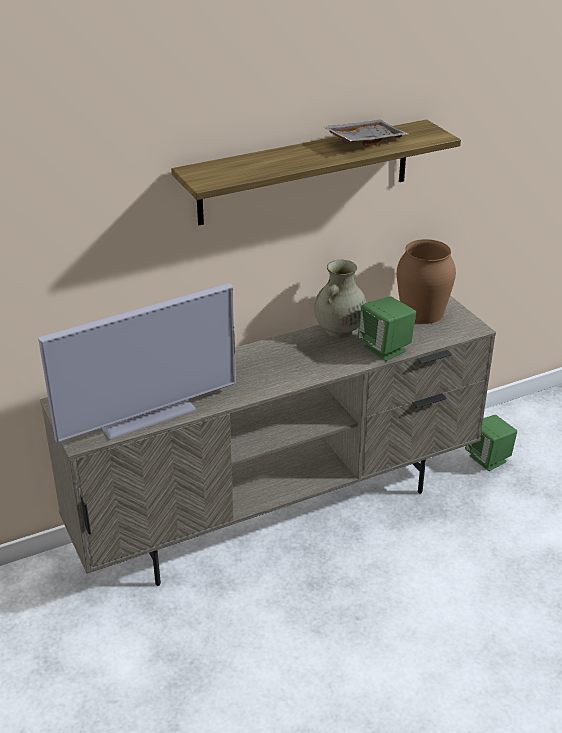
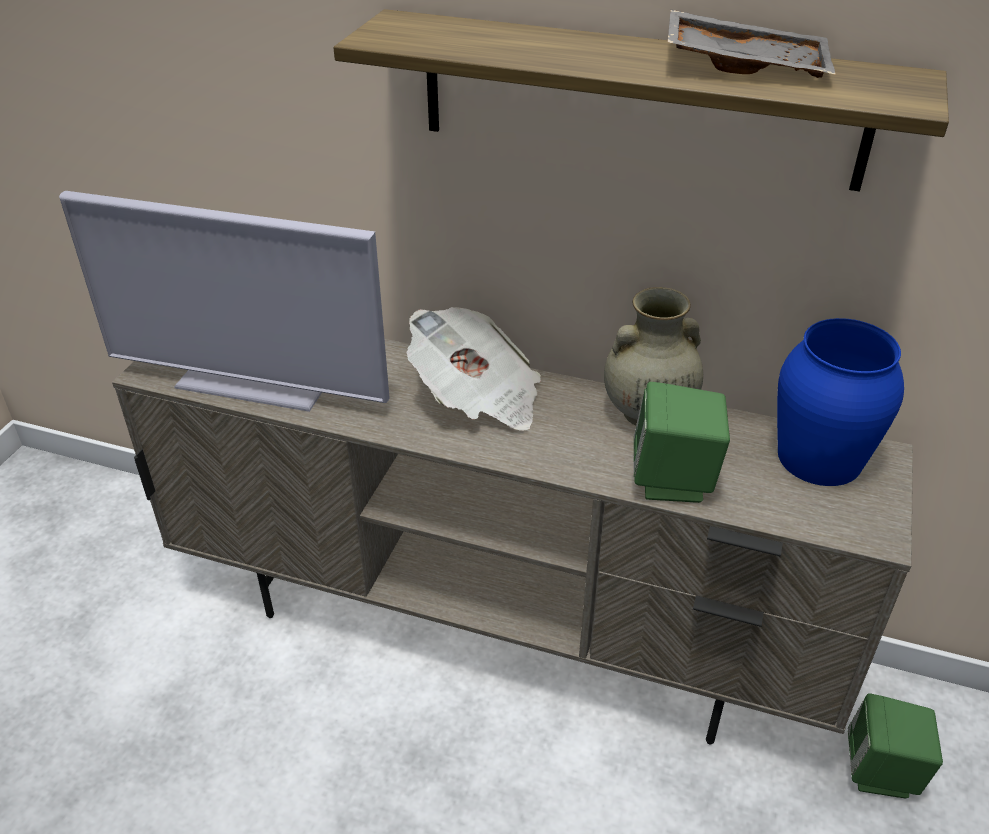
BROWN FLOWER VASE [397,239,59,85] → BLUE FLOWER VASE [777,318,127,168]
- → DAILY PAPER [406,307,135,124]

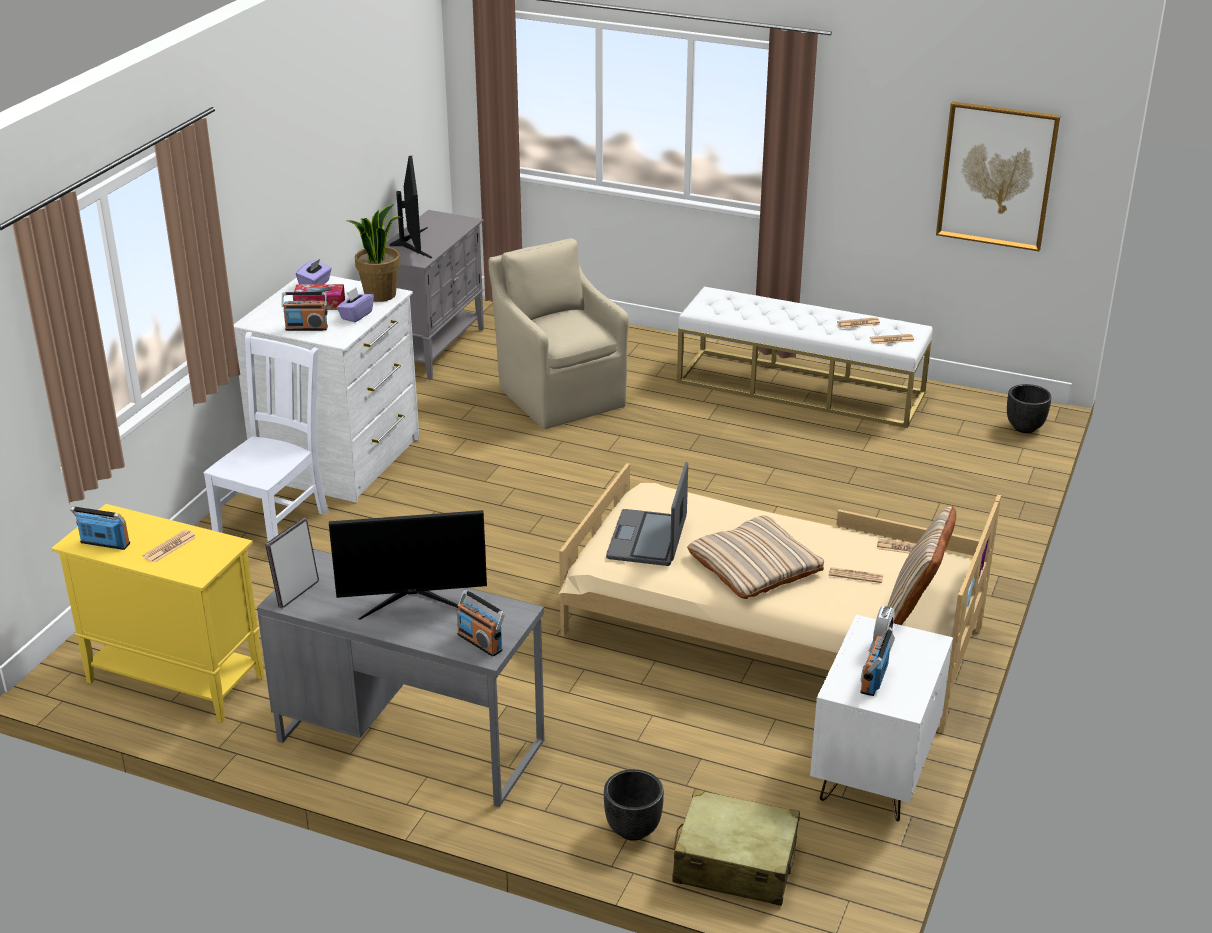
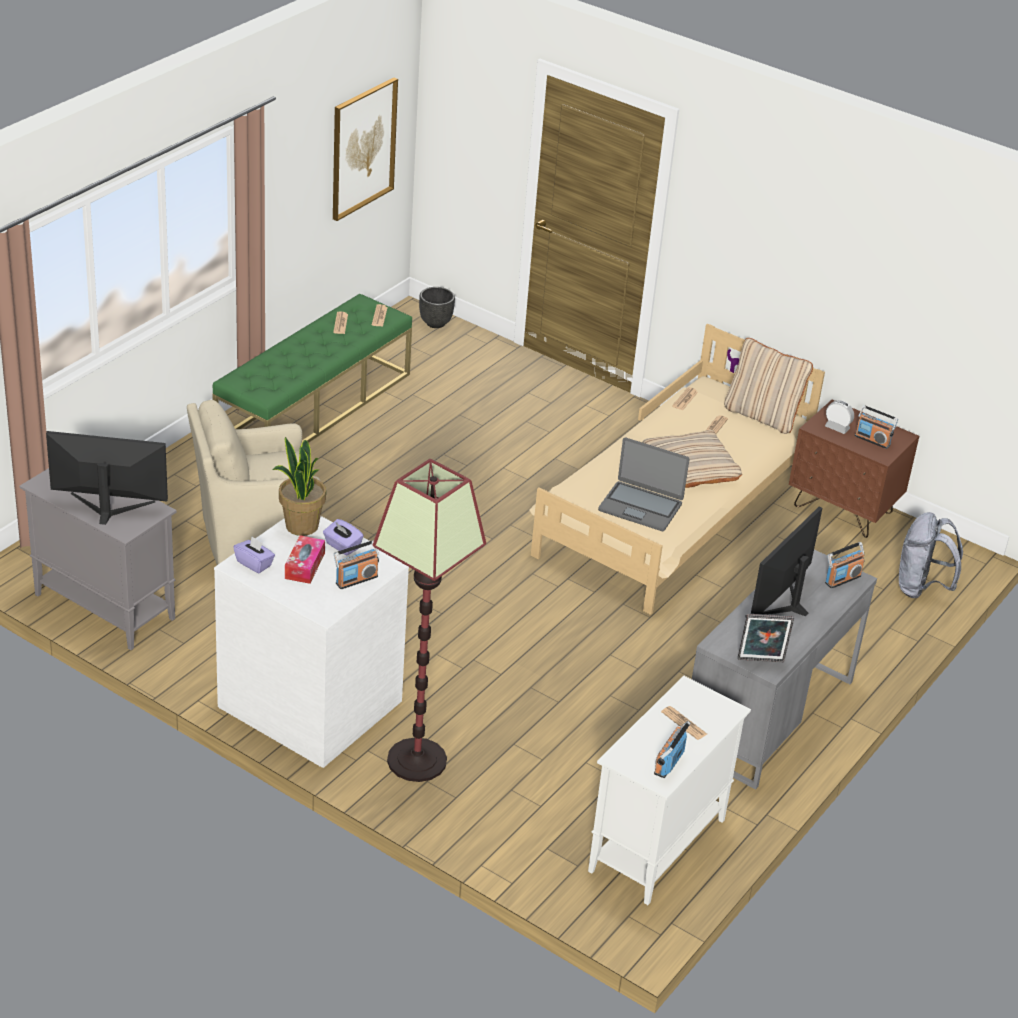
YELLOW CABINET [51,504,213,219] → WHITE-COLOURED CABINET [588,676,163,229]
WHITE-COLOURED PLAIN CHAIR [203,332,125,210] → STANDARD LAMP [373,459,113,323]
STANDING FRAME [265,518,54,90] → STANDING FRAME [738,614,56,48], 45 degrees counterclockwise
RADIO RECEIVER [281,292,47,39] → RADIO RECEIVER [334,540,45,49], 45 degrees clockwise
COMPUTER SCREEN [329,510,158,110] → COMPUTER SCREEN [745,507,77,111], 150 degrees counterclockwise
BLACK-COLOURED FLOWER POT [604,769,60,72] → -
BEIGE TRAVEL CASE [672,789,128,117] → GREY RUCKSACK [899,512,64,86]
WHITE-COLOURED BENCH [677,287,256,141] → GREEN-COLOURED BENCH [212,294,200,149]
WHITE-COLOURED NIGHT TABLE [810,615,143,207] → BROWN NIGHT TABLE [789,400,130,138]

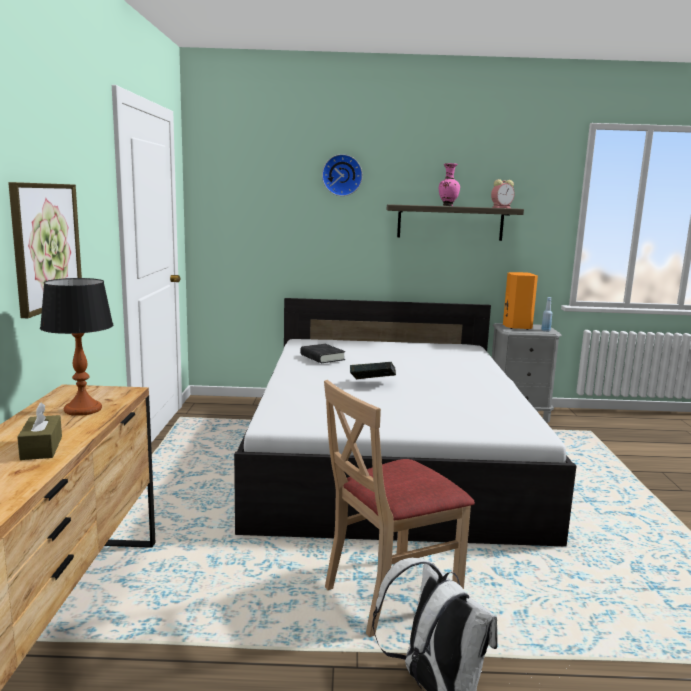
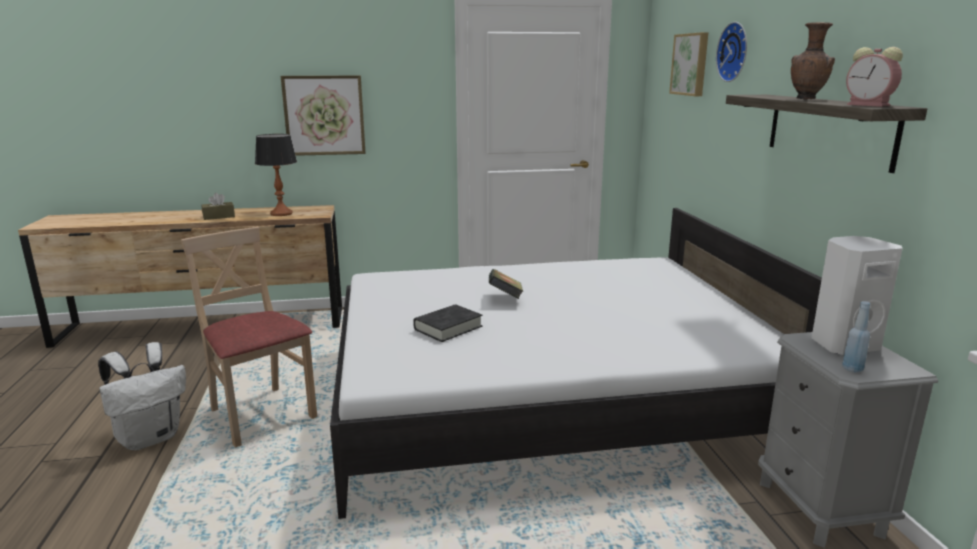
BLACK-COLOURED BOUND BOOK [300,344,45,19] → BLACK-COLOURED BOUND BOOK [413,304,69,38], moved
PINKISH FLOWER VASE [439,163,21,43] → BROWN FLOWER VASE [791,22,44,78]
ORANGE-COLOURED AUDIO SPEAKER [503,272,35,58] → WHITE-COLOURED AUDIO SPEAKER [812,236,91,119]
- → WALL ART [669,32,39,64]

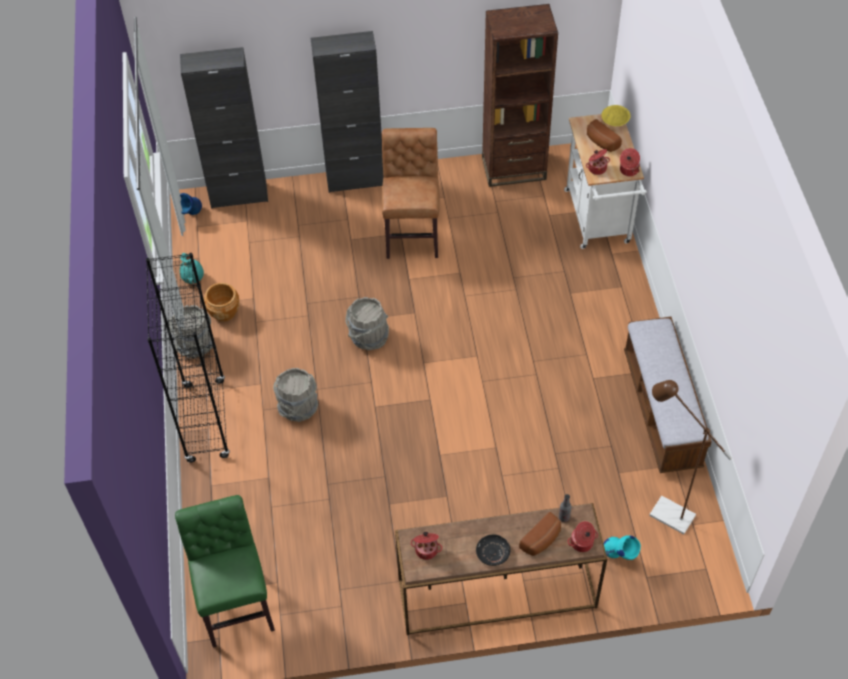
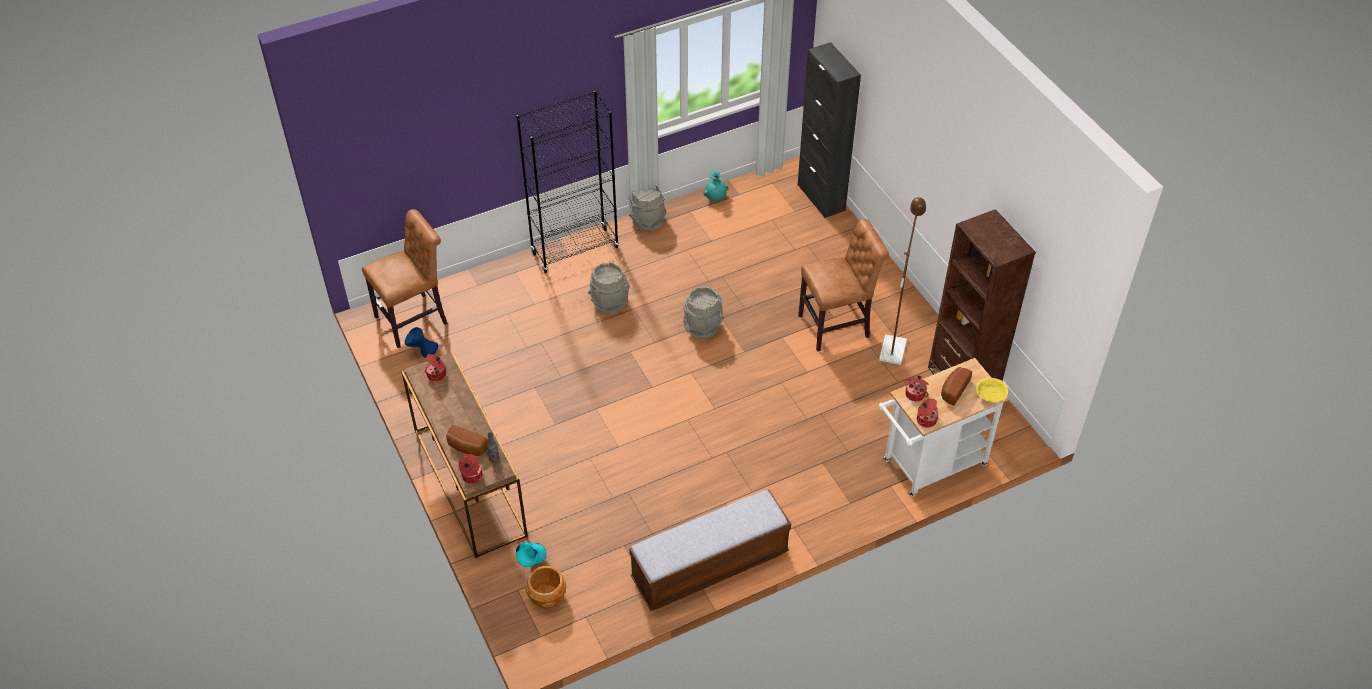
GREEN-COLOURED PLAIN CHAIR [175,495,100,153] → BROWN PLAIN CHAIR [362,209,86,139]
BLUE FLOWER VASE [180,193,22,22] → BLUE FLOWER VASE [405,327,33,31], moved
BROWN FLOWER POT [204,283,35,39] → BROWN FLOWER POT [526,566,40,43], moved
BLACK-COLOURED CABINET [311,31,73,162] → -
BLACK-COLOURED DINNER PLATE [476,535,34,31] → -
BROWN STANDARD LAMP [649,380,83,154] → BROWN STANDARD LAMP [879,197,47,168], moved

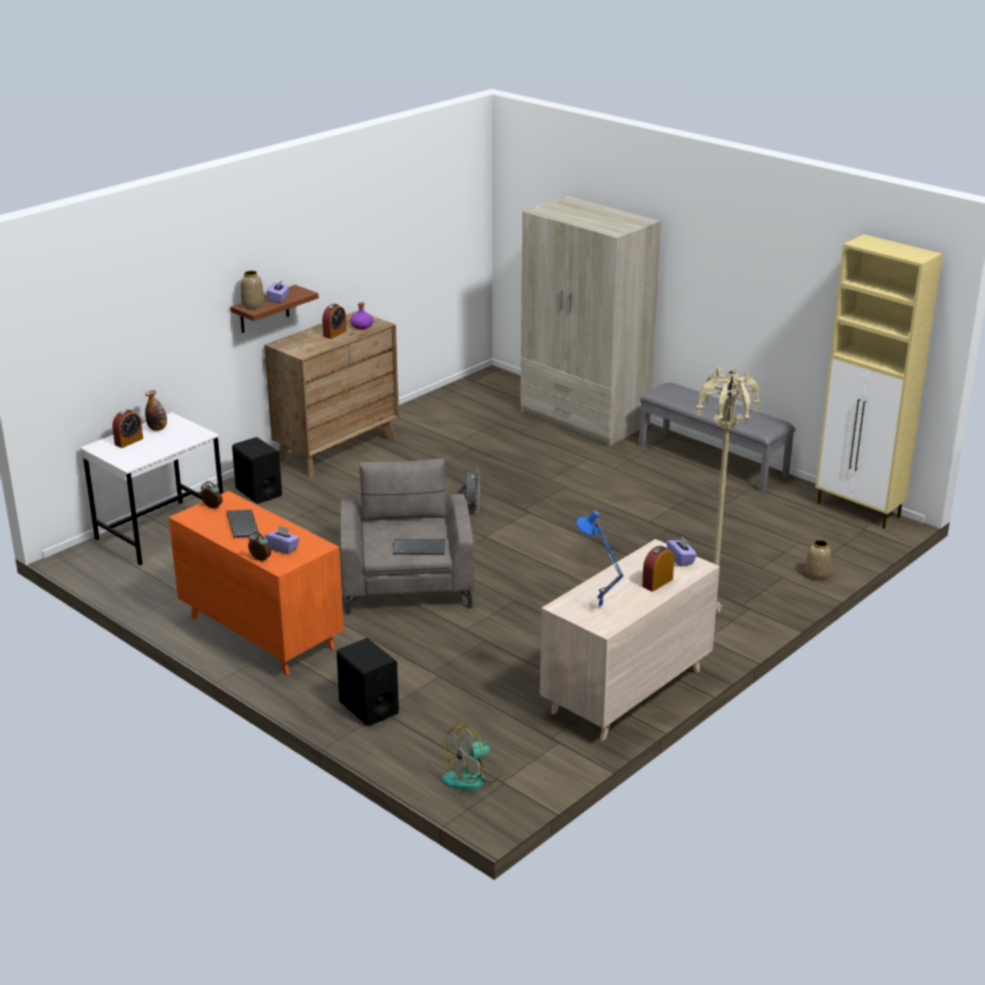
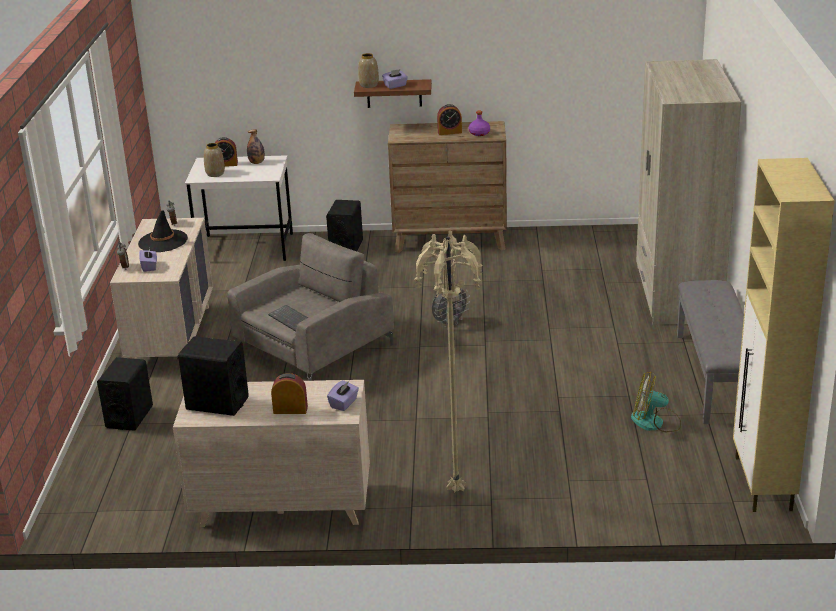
ORANGE-COLOURED DRAWER CHEST [169,491,175,184] → BEIGE DRAWER CHEST [110,218,103,141]
COMPUTER KEYBOARD [226,510,34,28] → BLACK-COLOURED WEARABLE HAT [138,210,50,42]
FAN [442,724,60,66] → FAN [631,372,50,60], moved
BLUE TABLETOP LAMP [576,510,48,97] → BLACK-COLOURED AUDIO SPEAKER [177,336,72,80]
FLOWER VASE [805,540,26,40] → FLOWER VASE [204,143,21,34], moved

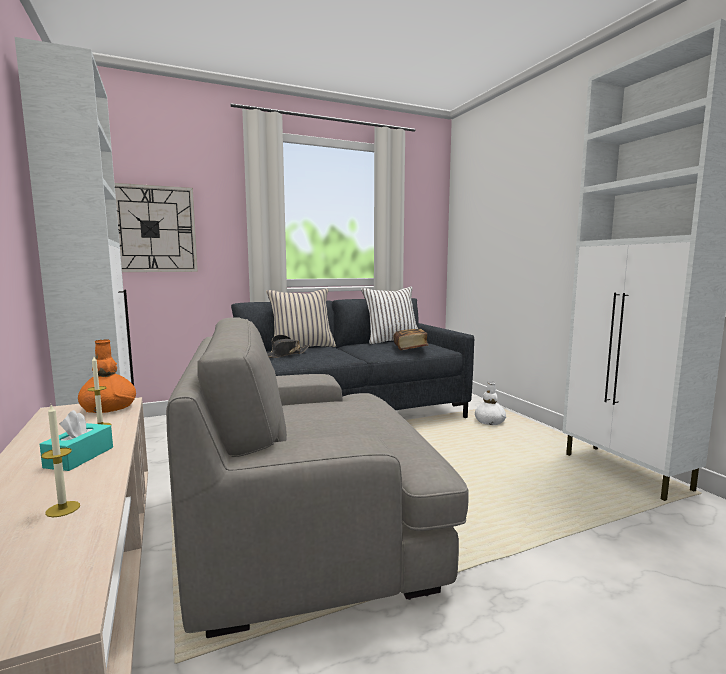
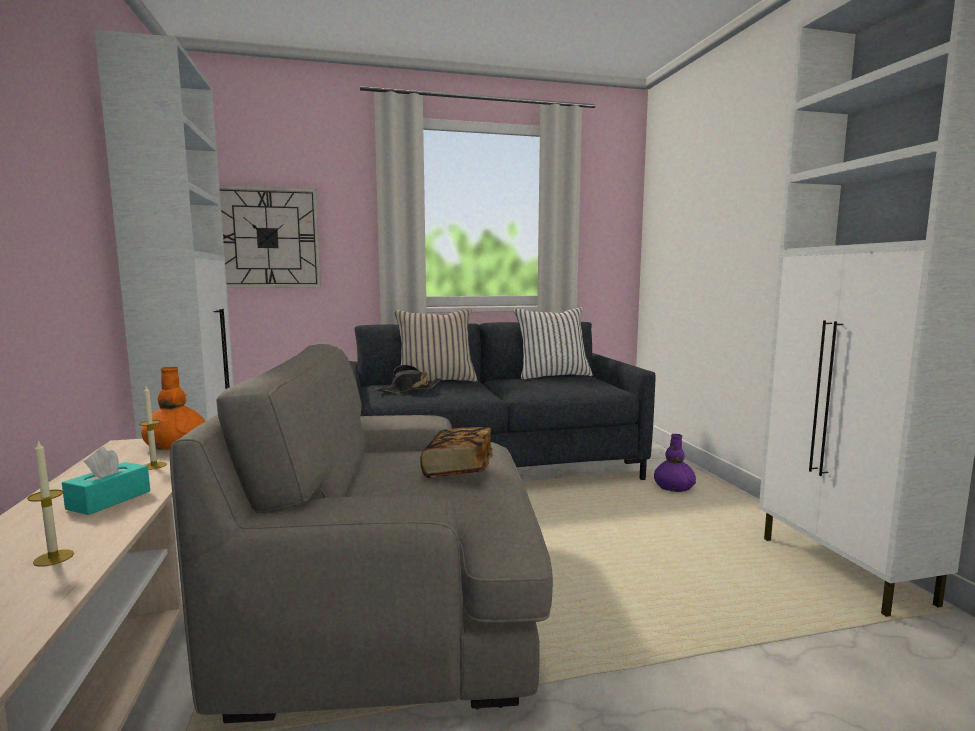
BOUND BOOK [393,329,35,21] → BOUND BOOK [420,427,73,51], moved
WHITE-COLOURED FLOWER VASE [475,381,31,44] → PURPLE FLOWER VASE [654,434,42,58]

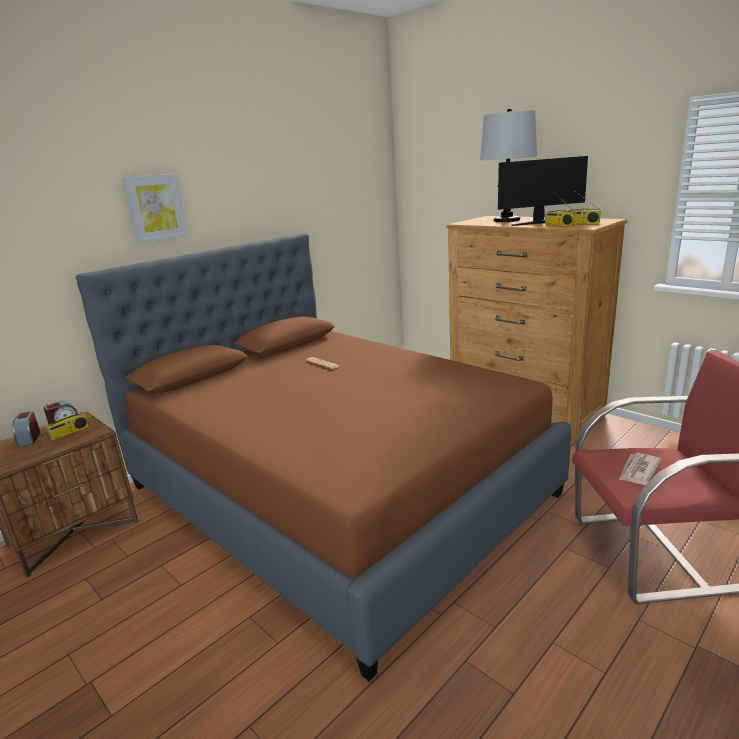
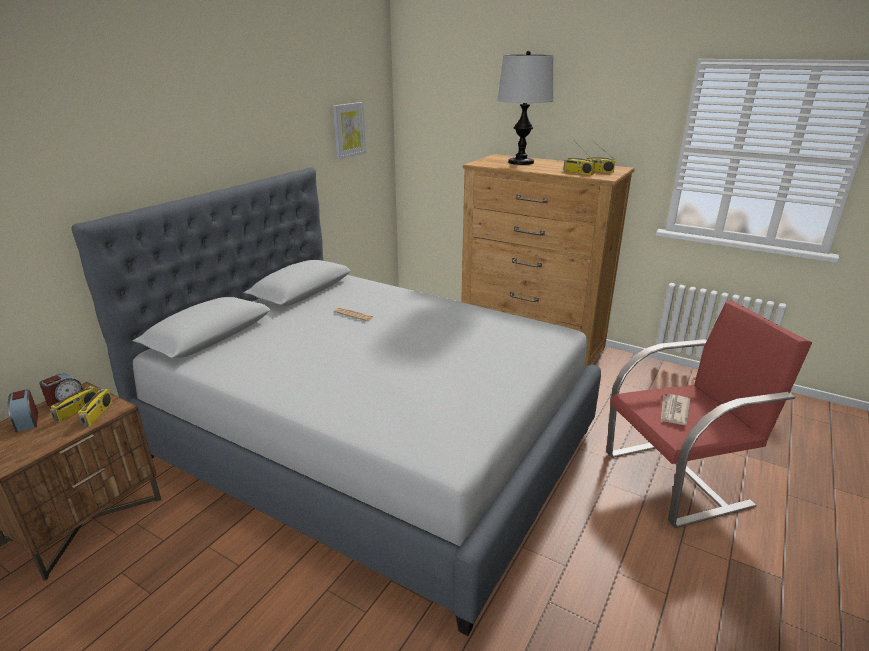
BROWN BEDROOM BED [76,233,495,449] → GREY BEDROOM BED [71,167,530,469]
WALL ART [122,174,66,69] → WALL ART [333,102,33,57], moved
COMPUTER SCREEN [498,156,90,70] → -
- → RADIO RECEIVER [75,386,37,40]

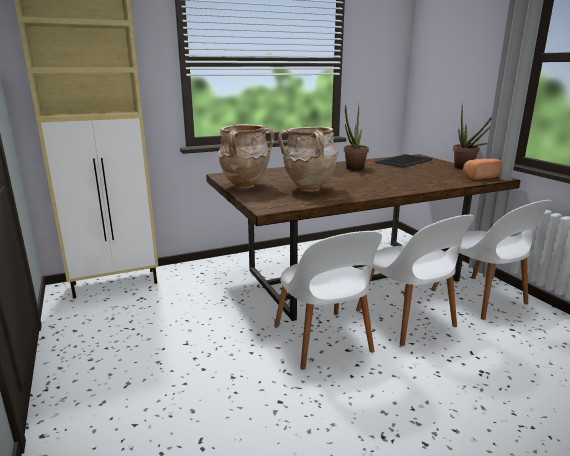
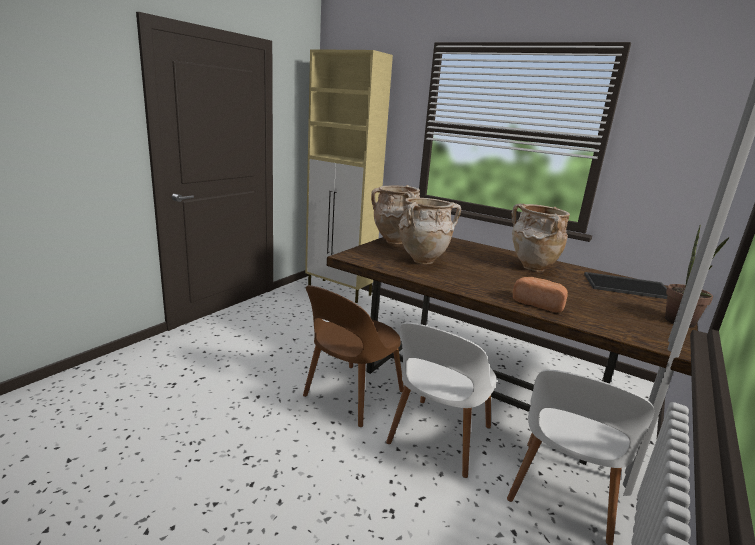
WHITE-COLOURED PLAIN CHAIR [274,231,108,139] → BROWN PLAIN CHAIR [303,285,101,142]
PLANT IN A POT [344,104,25,66] → BEIGE FLOWER VASE [512,204,58,68]
BREAD [463,159,39,21] → BREAD [513,277,55,36], moved

